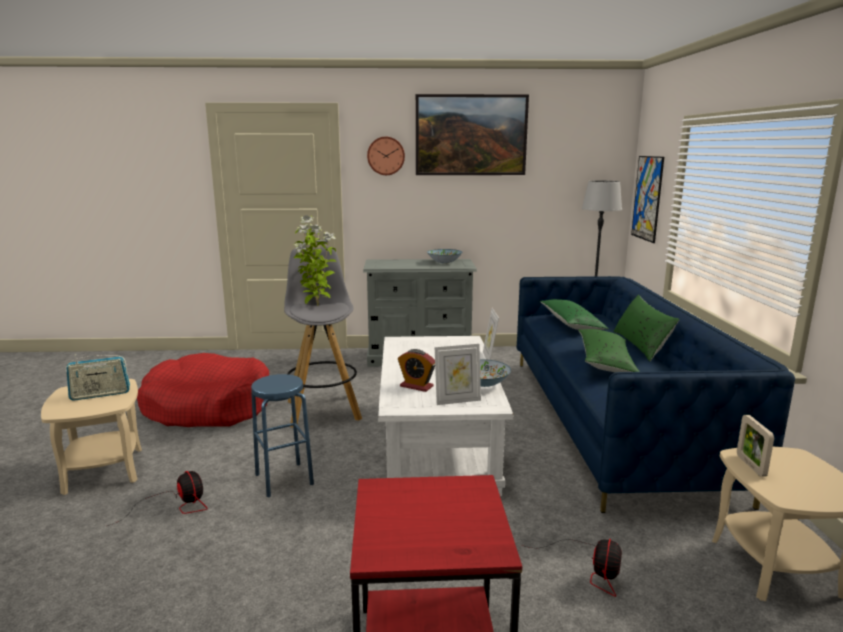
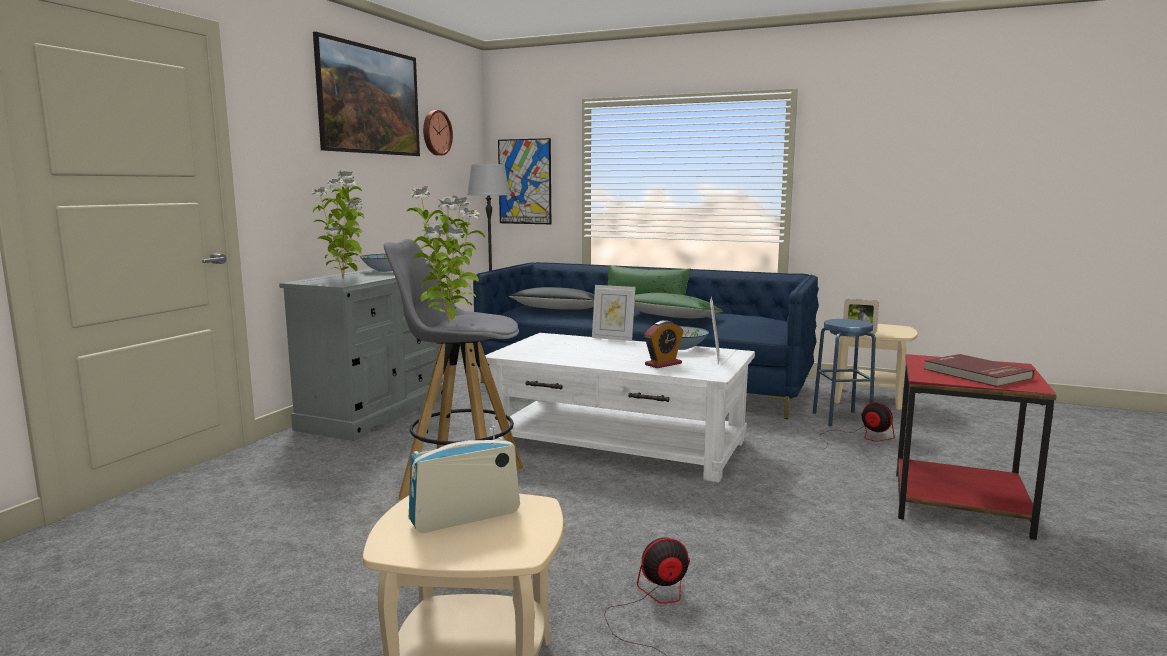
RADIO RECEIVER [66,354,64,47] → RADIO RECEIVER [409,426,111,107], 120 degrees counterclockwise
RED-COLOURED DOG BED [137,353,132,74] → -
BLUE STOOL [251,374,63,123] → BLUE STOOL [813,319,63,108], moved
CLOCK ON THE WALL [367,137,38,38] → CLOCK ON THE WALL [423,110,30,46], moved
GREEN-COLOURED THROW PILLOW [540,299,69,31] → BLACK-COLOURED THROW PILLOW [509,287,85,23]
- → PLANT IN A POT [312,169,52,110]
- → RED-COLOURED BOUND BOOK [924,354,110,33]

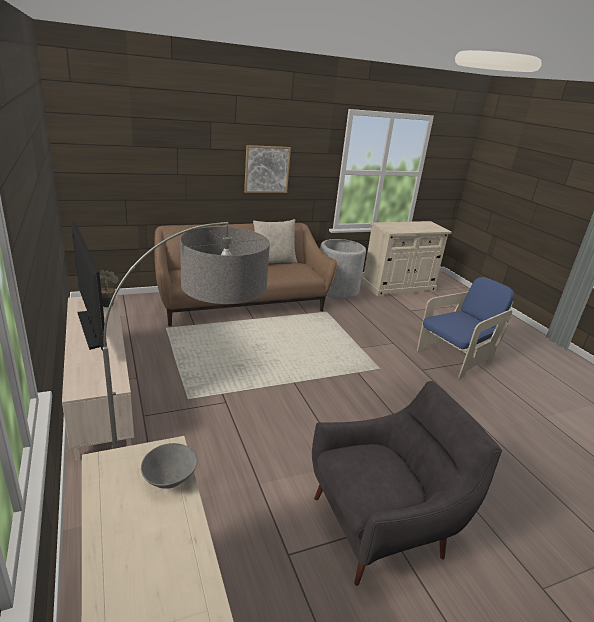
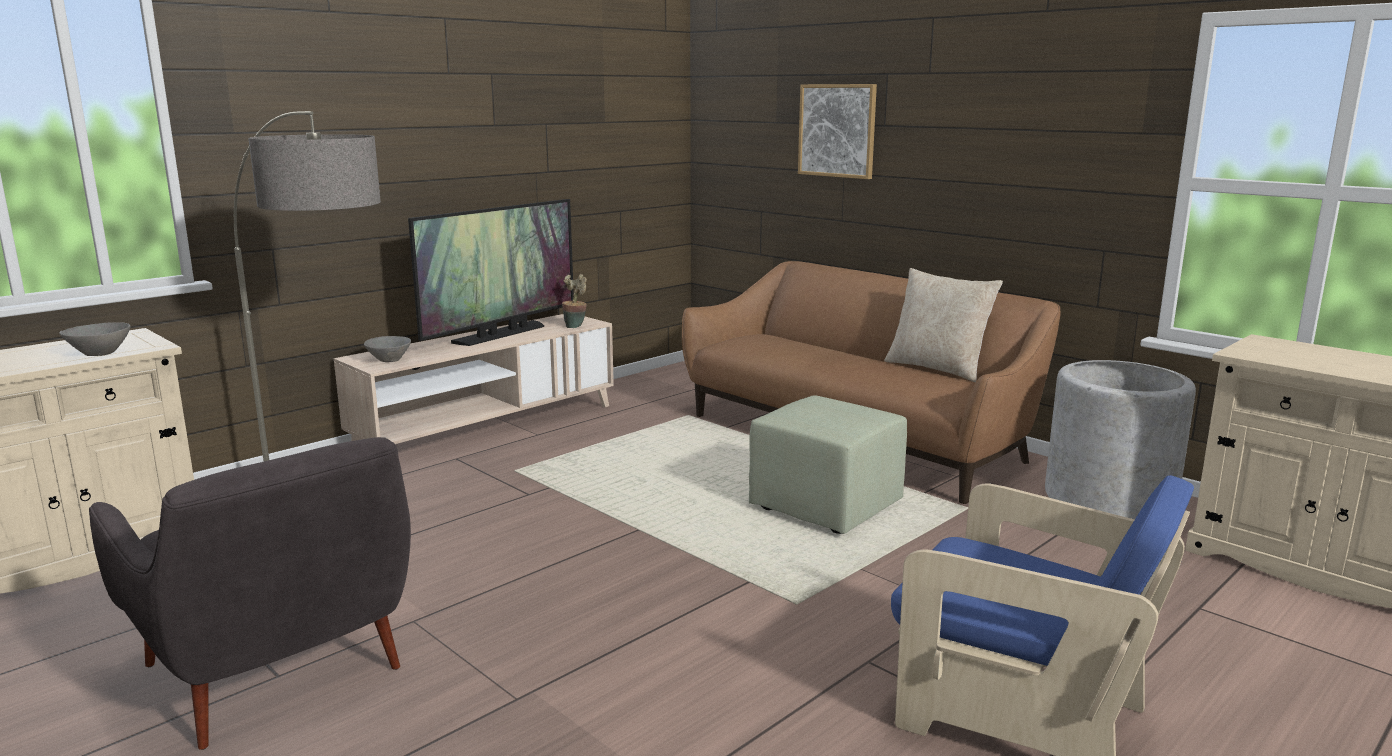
WALL ART [244,145,47,48] → WALL ART [798,84,79,95], moved
- → GREY BOWL [364,336,47,26]
- → GREEN-COLOURED OTTOMAN [749,395,158,139]

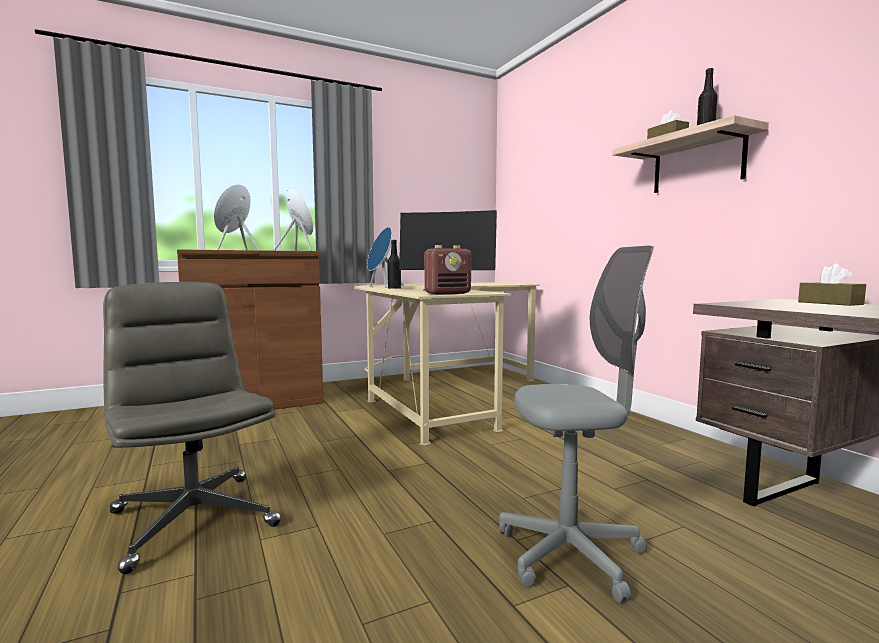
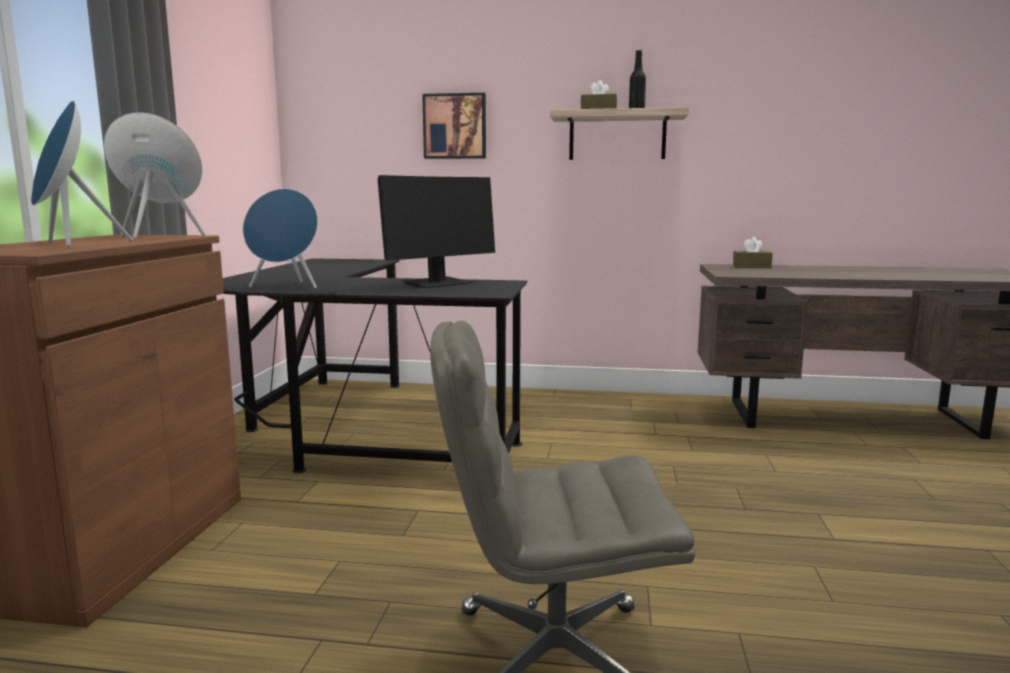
BEIGE DESK TABLE [354,282,186,164] → BLACK-COLOURED DESK TABLE [223,258,304,215]
BLACK-COLOURED BEVERAGE BOTTLE [387,240,14,49] → -
RADIO RECEIVER [424,245,47,50] → -
GREY COMPUTER CHAIR [499,245,155,358] → -
- → WALL ART [422,93,64,66]

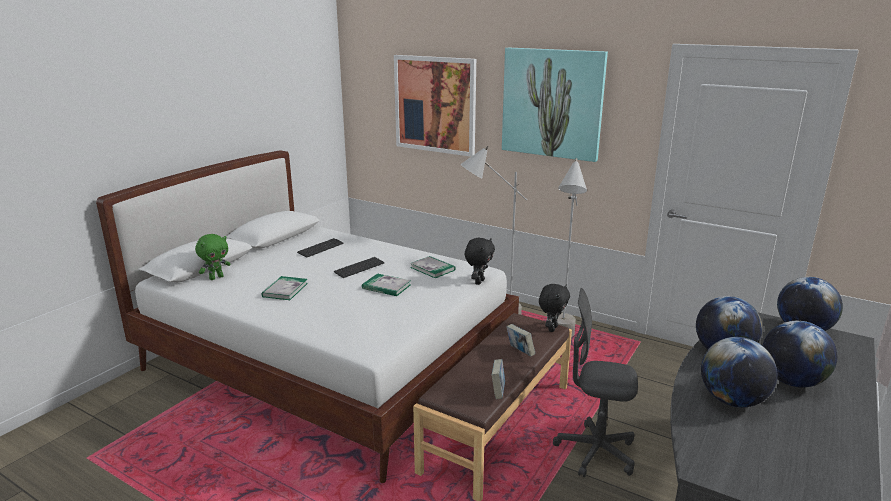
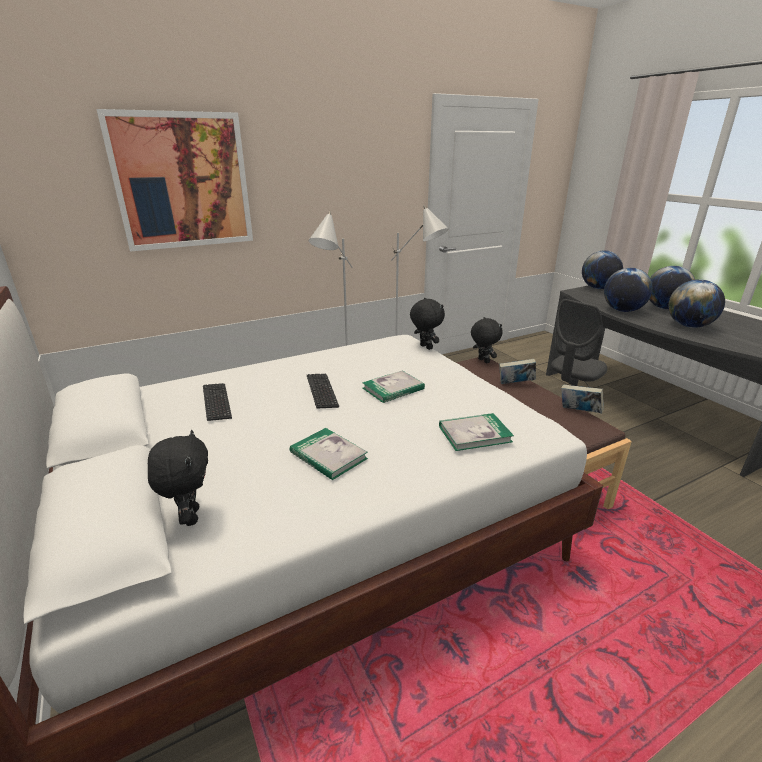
GREEN-COLOURED PLUSH TOY [195,234,36,46] → BLACK-COLOURED PLUSH TOY [147,430,61,96]
BOUND BOOK [410,256,46,22] → BOUND BOOK [439,413,75,38], moved
WALL ART [502,48,106,114] → -

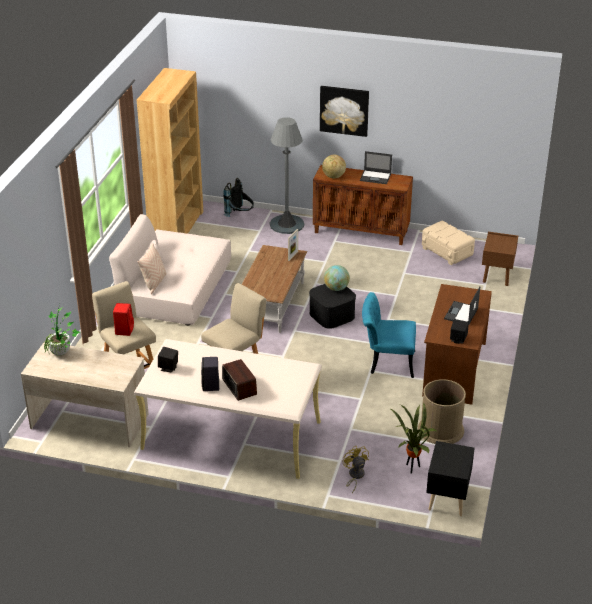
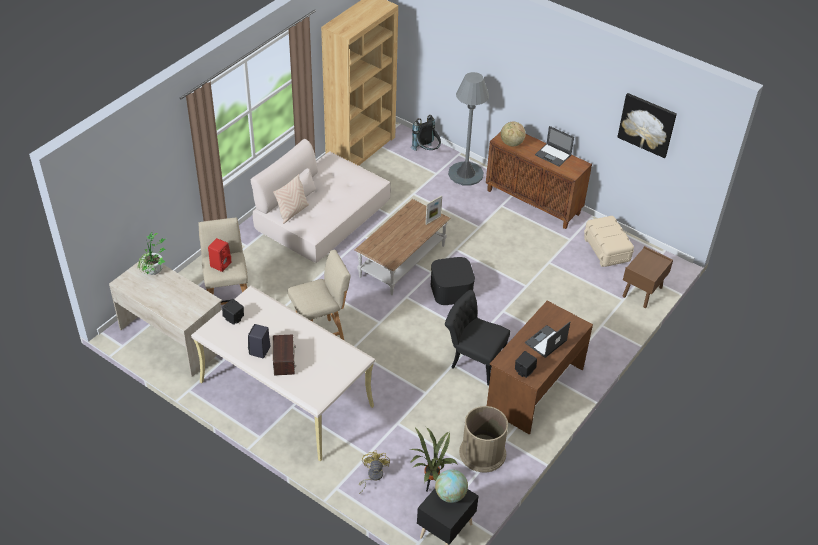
WALL ART [320,86,49,51] → WALL ART [617,93,60,65], moved
WORLD GLOBE [324,265,26,26] → WORLD GLOBE [435,469,33,34], moved
TURQUOISE-COLOURED PLAIN CHAIR [362,292,54,86] → BLACK-COLOURED PLAIN CHAIR [445,290,65,96]

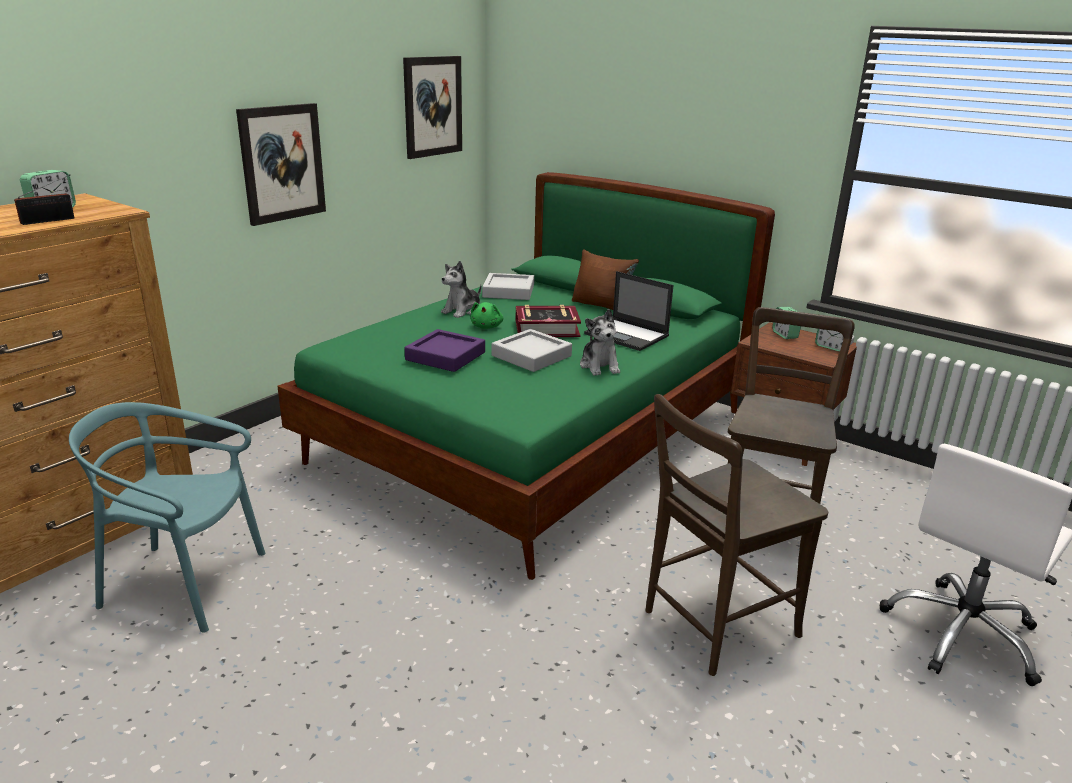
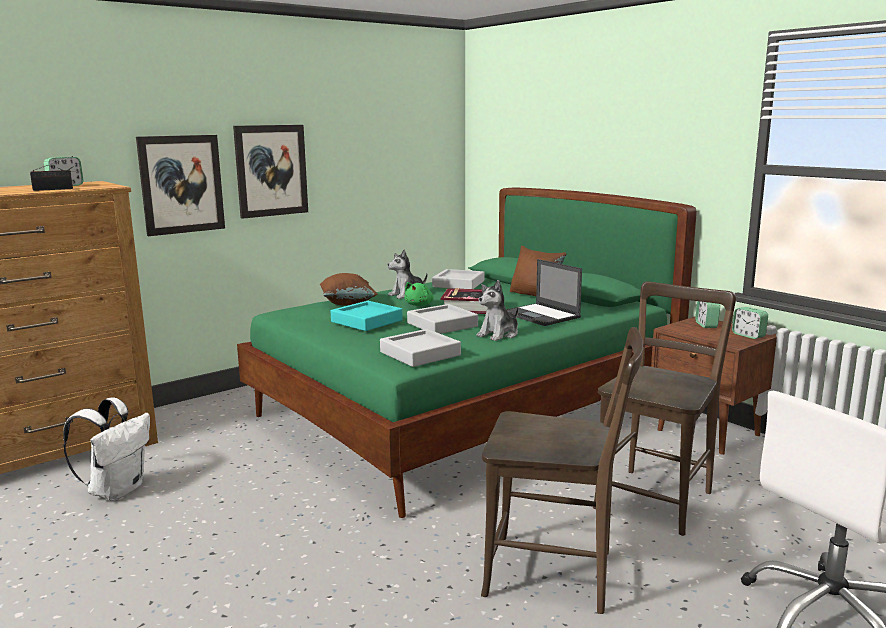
TURQUOISE-COLOURED PLAIN CHAIR [69,402,197,230] → WHITE-COLOURED RUCKSACK [63,397,87,103]
WALL ART [403,56,59,103] → WALL ART [136,135,89,101], moved
PURPLE CARRYING TRAY [405,329,80,43] → TURQUOISE-COLOURED CARRYING TRAY [331,301,72,30]
PLUSH TOY [580,309,40,67] → PLUSH TOY [476,280,42,61], 45 degrees clockwise
BROWN PLAIN CHAIR [646,394,182,282] → BROWN PLAIN CHAIR [481,327,162,287], 150 degrees counterclockwise
- → BROWN THROW PILLOW [320,273,58,32]
- → GREY CARRYING TRAY [380,329,81,38]

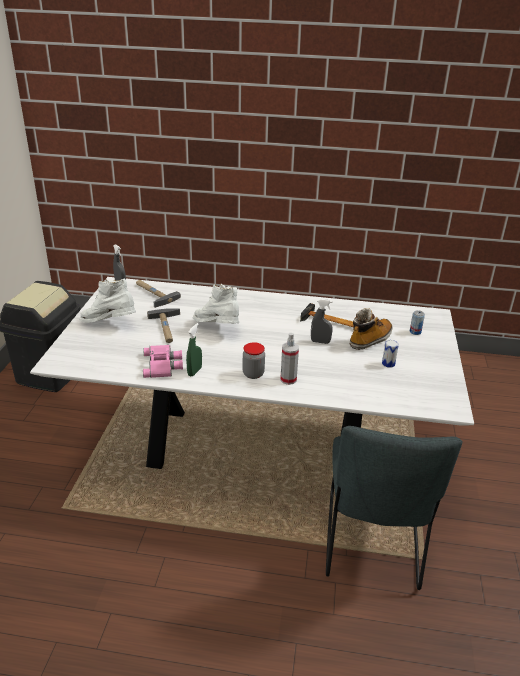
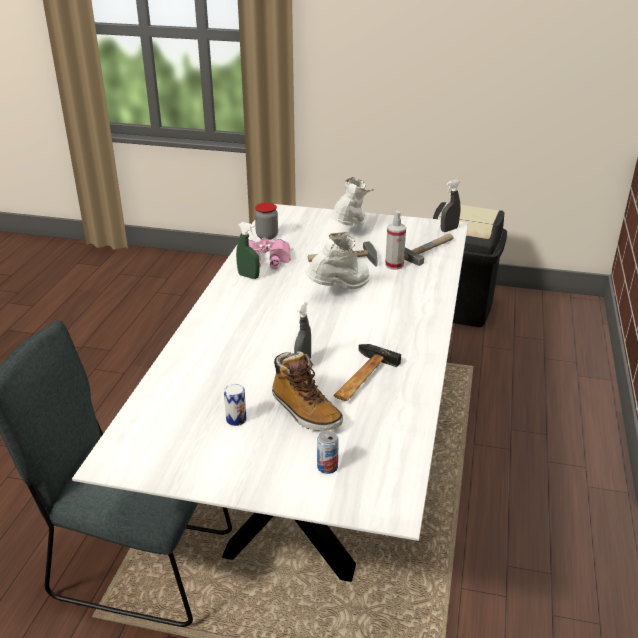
PRESERVE JAR [242,342,23,37] → PRESERVE JAR [255,203,23,37], moved
SPRAYER [280,333,19,52] → SPRAYER [385,211,21,59], moved

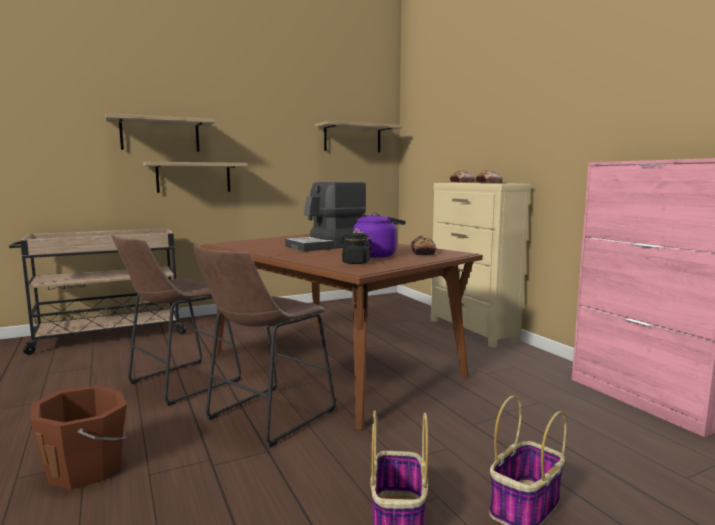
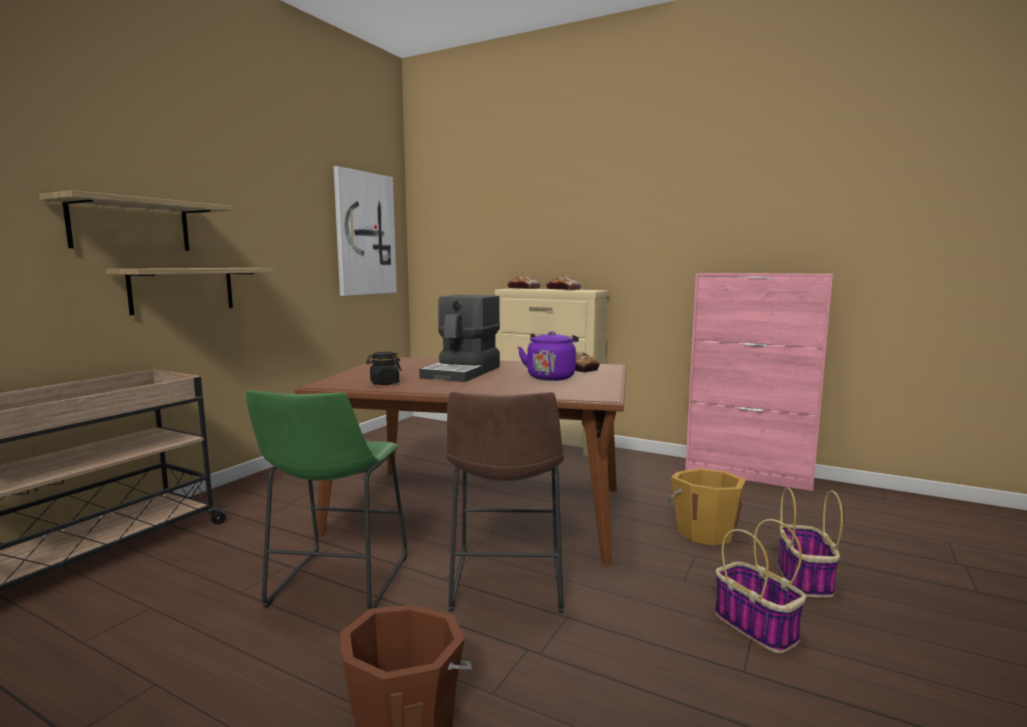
BROWN STOOL [112,235,129,171] → GREEN-COLOURED STOOL [246,390,161,220]
BRACKET SHELF [315,121,88,31] → WALL ART [333,166,64,130]
BLACK-COLOURED PRESERVE JAR [340,233,33,31] → BLACK-COLOURED PRESERVE JAR [366,352,36,33], moved
- → ORANGE-COLOURED PAIL [667,468,79,78]

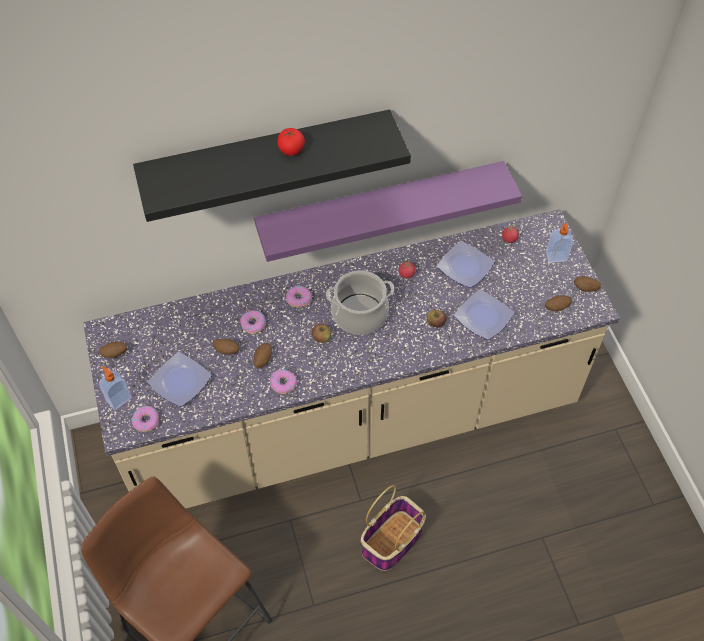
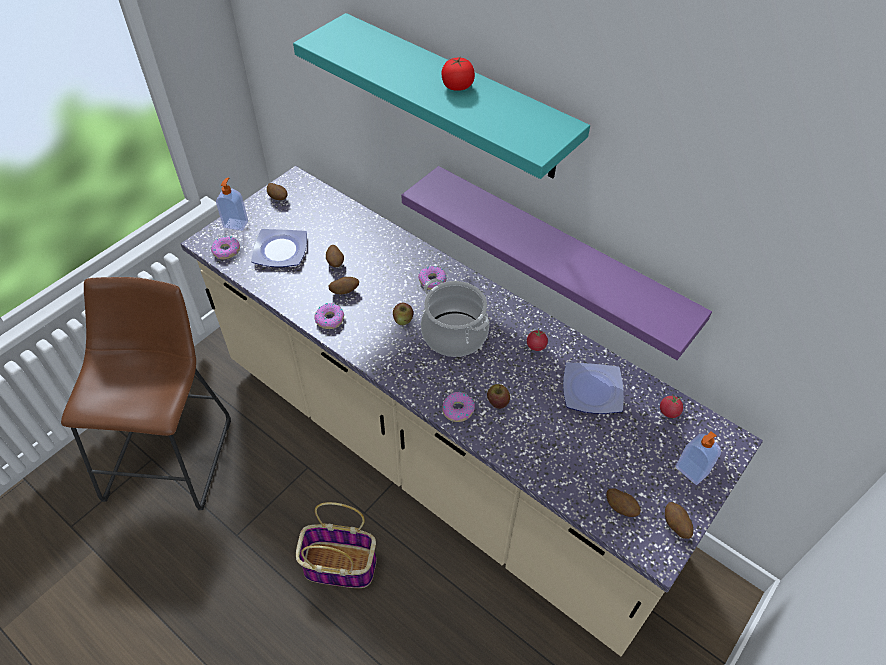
BLACK-COLOURED BRACKET SHELF [133,109,278,113] → TURQUOISE-COLOURED BRACKET SHELF [293,13,297,166]
RING DOUGHNUT [240,310,26,24] → RING DOUGHNUT [442,392,33,30], moved
DINNER PLATE [454,289,60,51] → -

